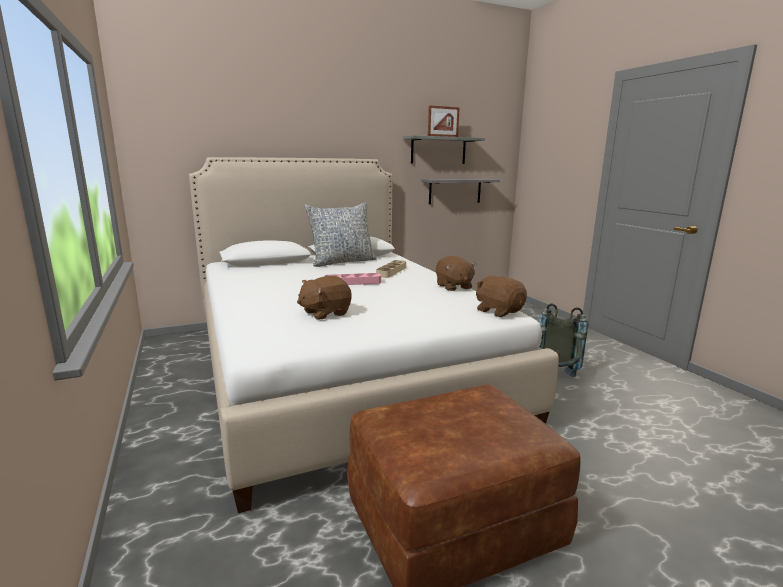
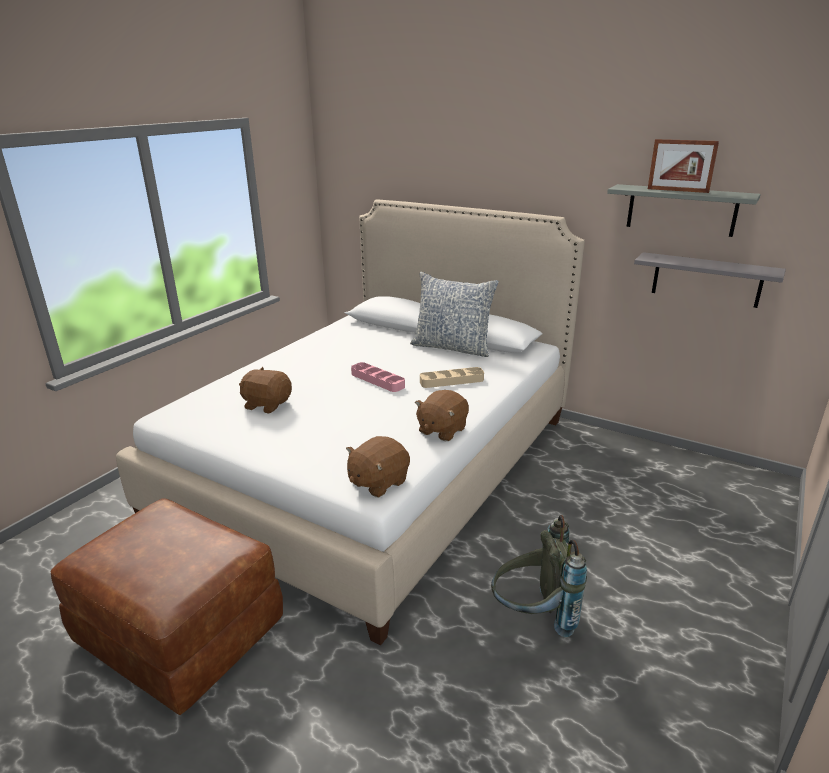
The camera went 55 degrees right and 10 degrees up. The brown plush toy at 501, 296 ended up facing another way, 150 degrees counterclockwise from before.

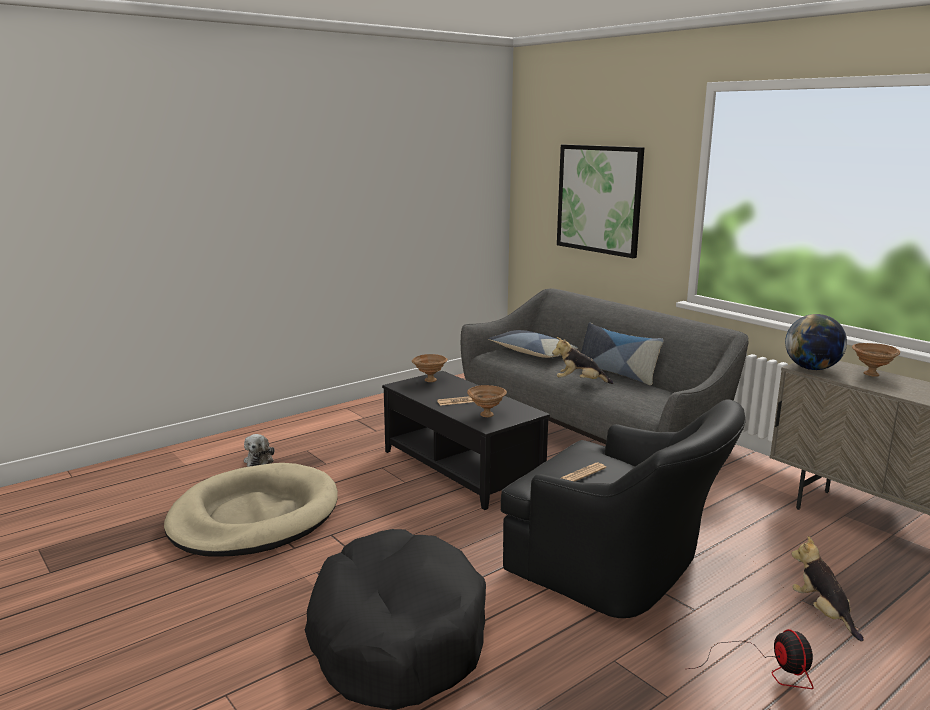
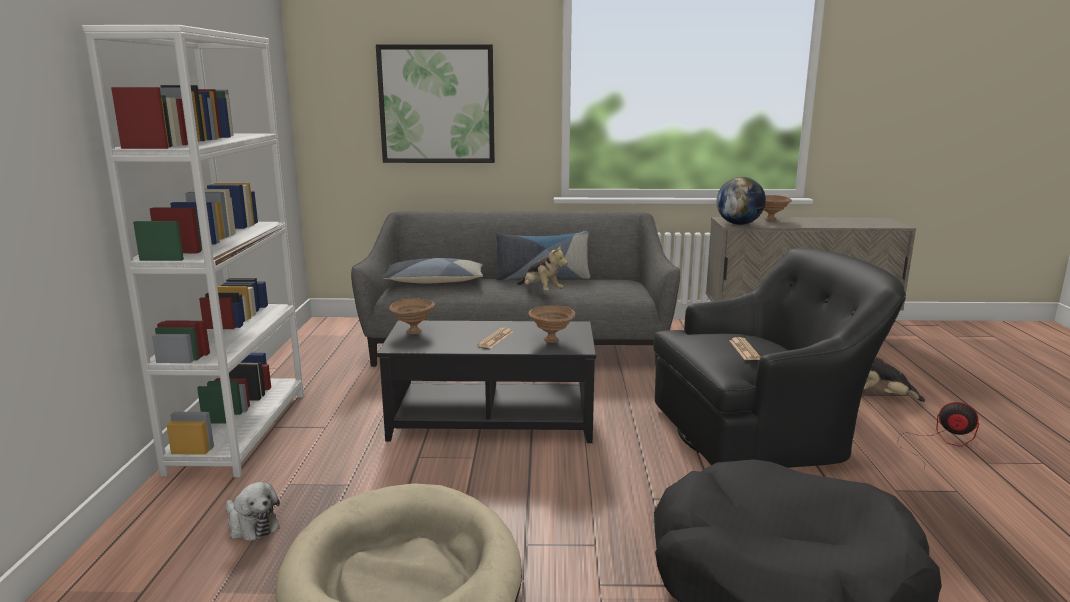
The camera went 50 degrees left and 0 degrees up. The plush toy at 582, 360 ended up facing another way, 90 degrees counterclockwise from before. The second view gained the white-coloured shelving unit at 193, 251.

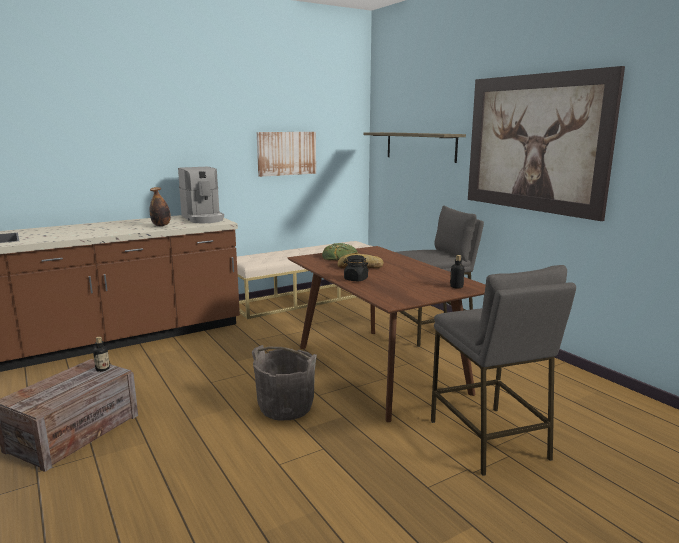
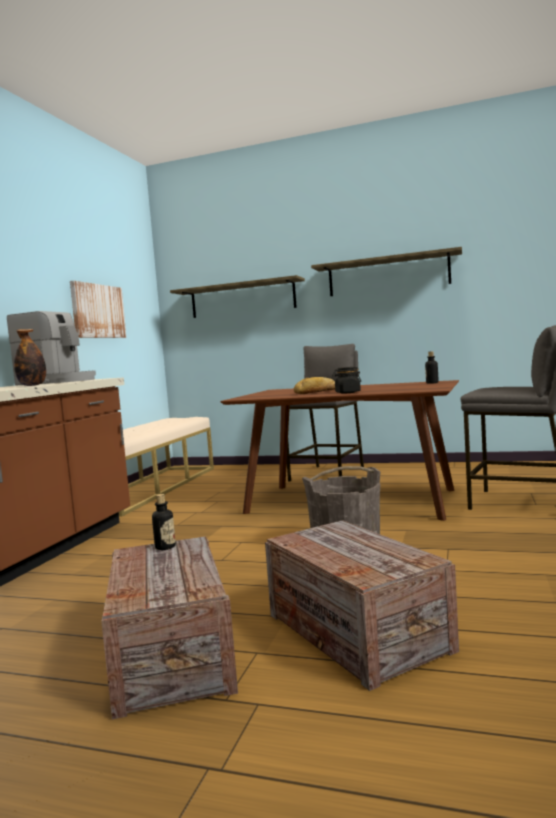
The camera went 40 degrees left and 10 degrees down. Where the wall picture hung at 546, 143, the shelf came to hang at 386, 271. The second view lost the bread at 340, 251. The second view gained the packing crate at 362, 605.

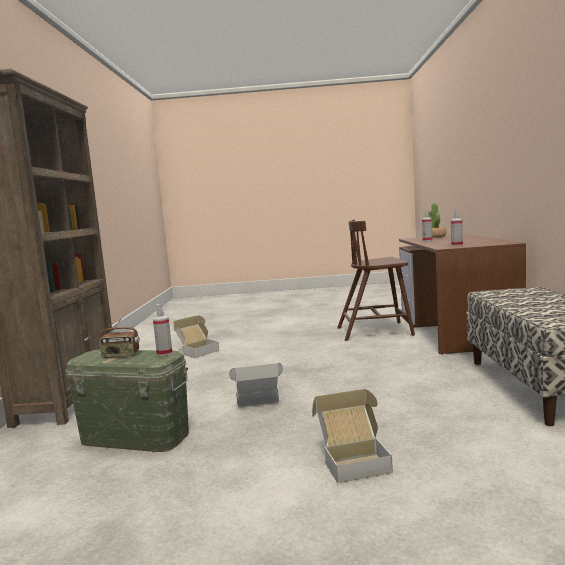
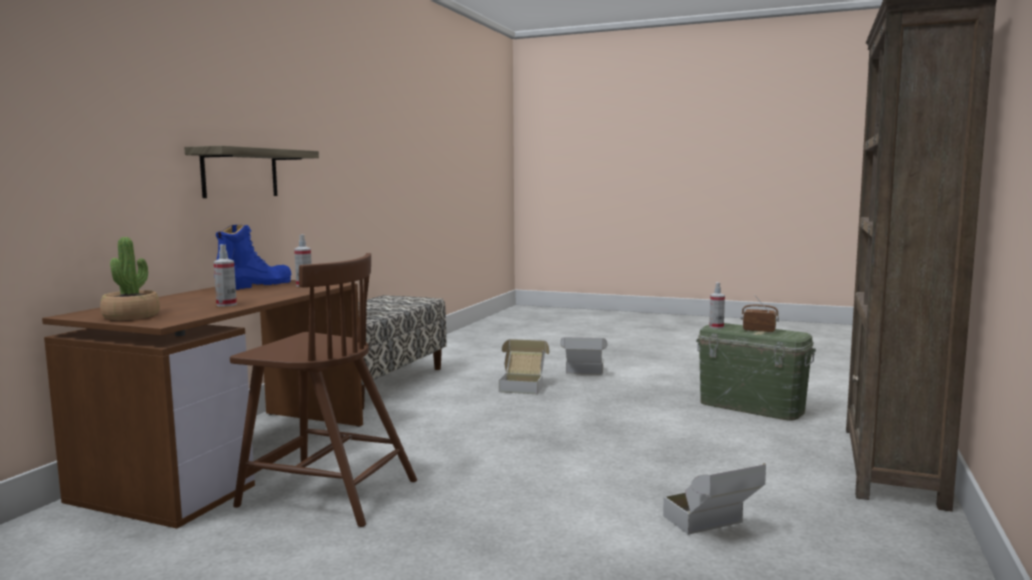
The camera went 160 degrees left and 0 degrees up. The packing box ended up elsewhere, having gone from 256, 385 to 524, 366. The second view gained the shelf at 251, 172. The second view gained the bluish high-top boot at 252, 257.

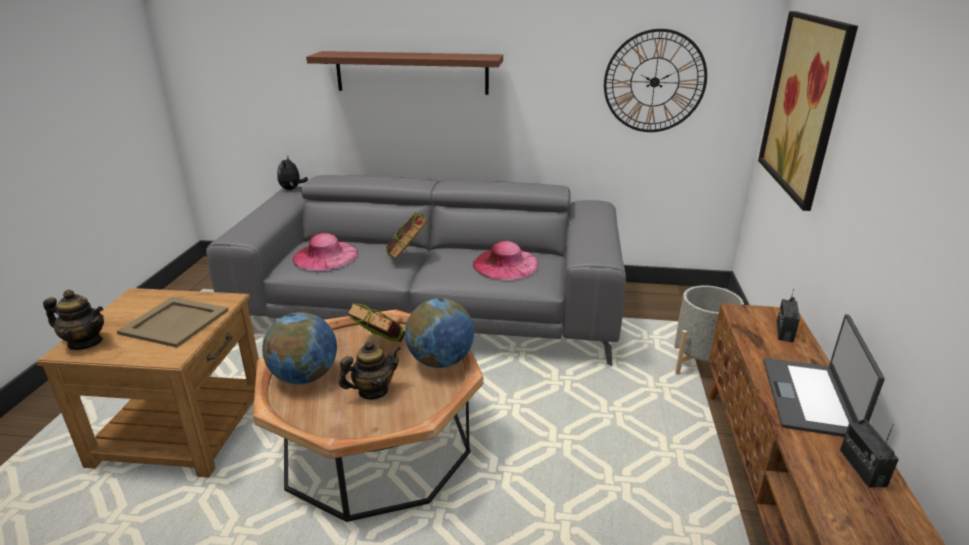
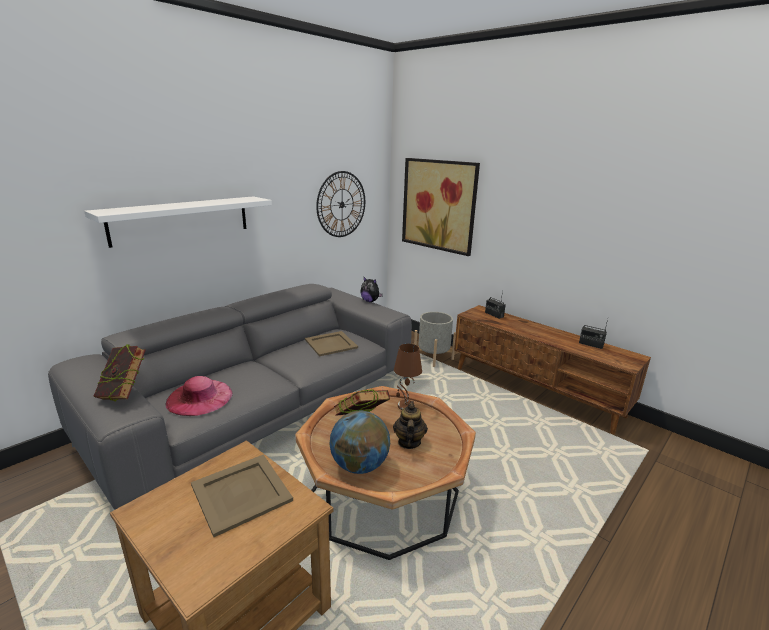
The camera went 55 degrees left and 5 degrees down. What was the brown shelf at 404, 73 turned into the white-coloured shelf at 178, 222. The plush toy ended up elsewhere, having gone from 292, 172 to 371, 289. The bound book ended up elsewhere, having gone from 406, 235 to 119, 372. Where the pink-coloured hat stood at 506, 260, the sand-coloured serving tray came to stand at 331, 343. The second view lost the teapot at 73, 320. Where the globe stood at 439, 333, the brown tabletop lamp came to stand at 408, 377. The second view lost the notebook computer at 824, 375.

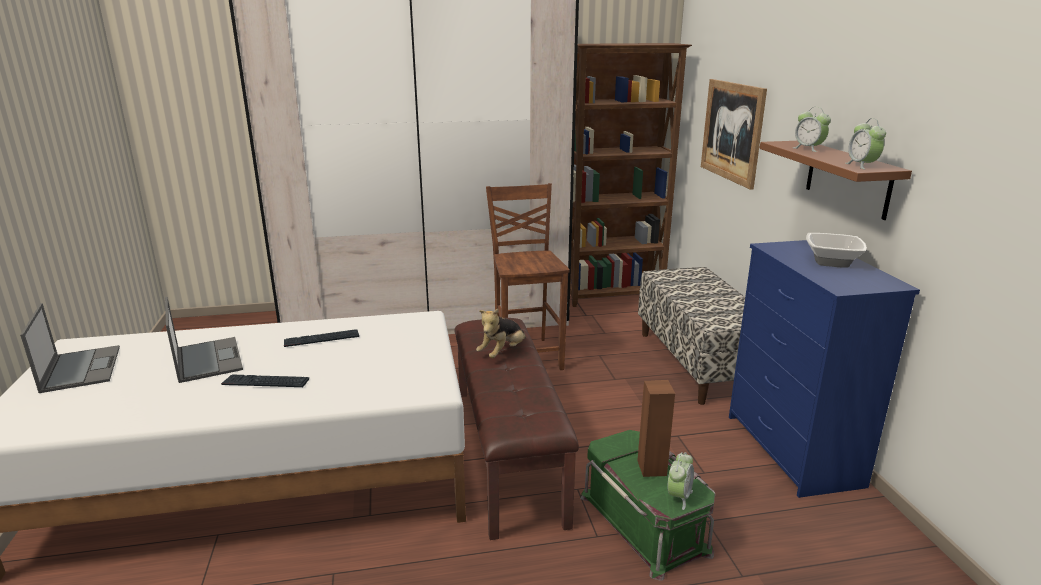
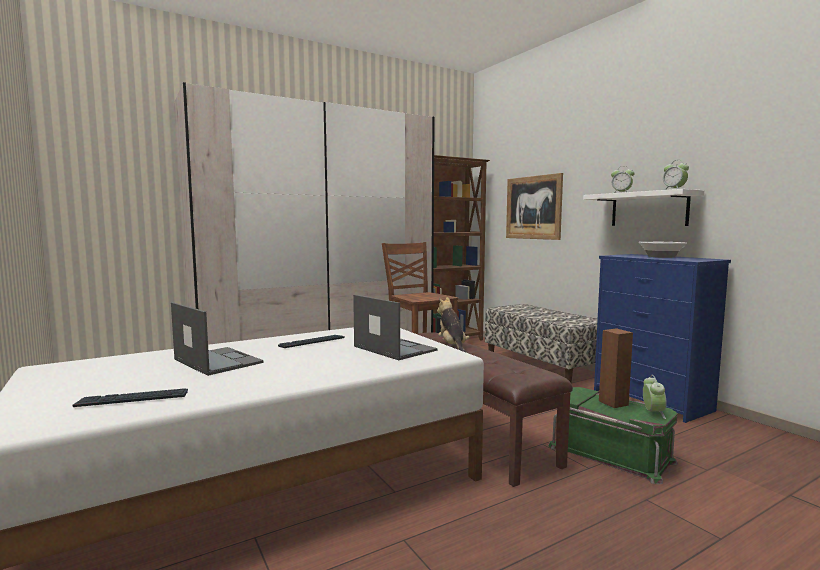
The camera went 20 degrees left and 15 degrees down. What was the brown shelf at 836, 180 turned into the white-coloured shelf at 643, 207. The notebook computer ended up elsewhere, having gone from 70, 348 to 395, 327. The plush toy at 501, 333 ended up facing another way, 150 degrees clockwise from before. The computer keyboard ended up elsewhere, having gone from 265, 380 to 130, 397.

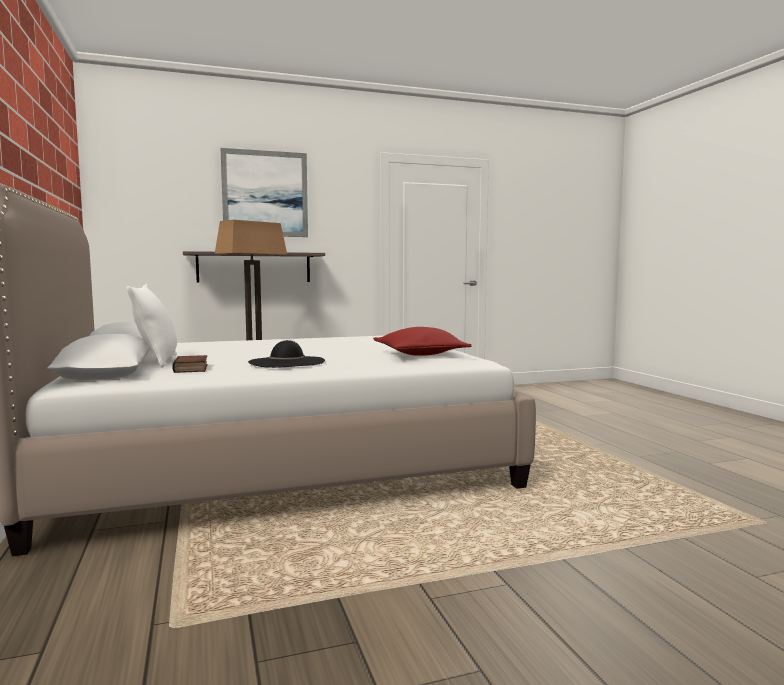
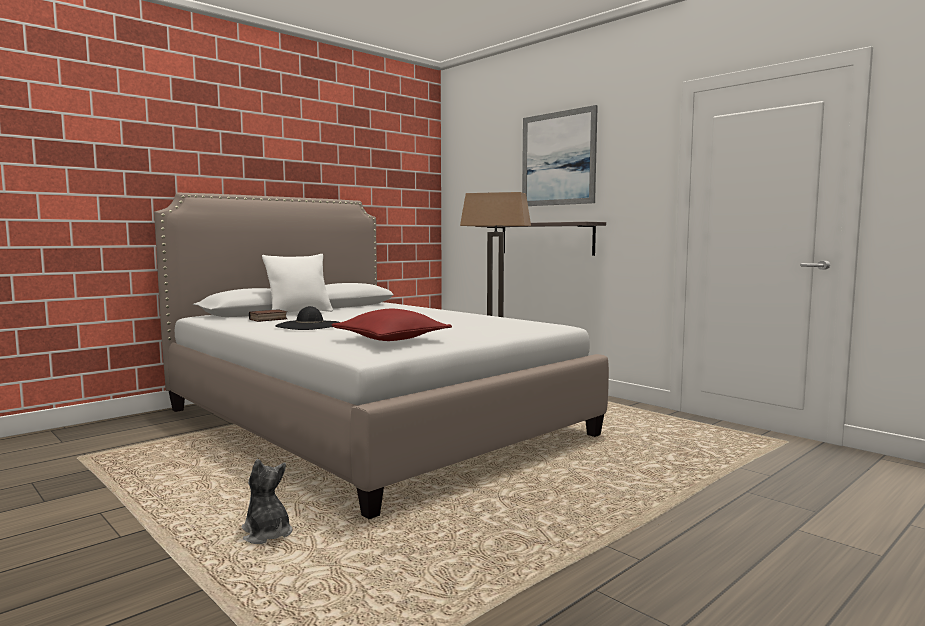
The camera went 65 degrees right and 0 degrees up. The second view gained the plush toy at 267, 501.

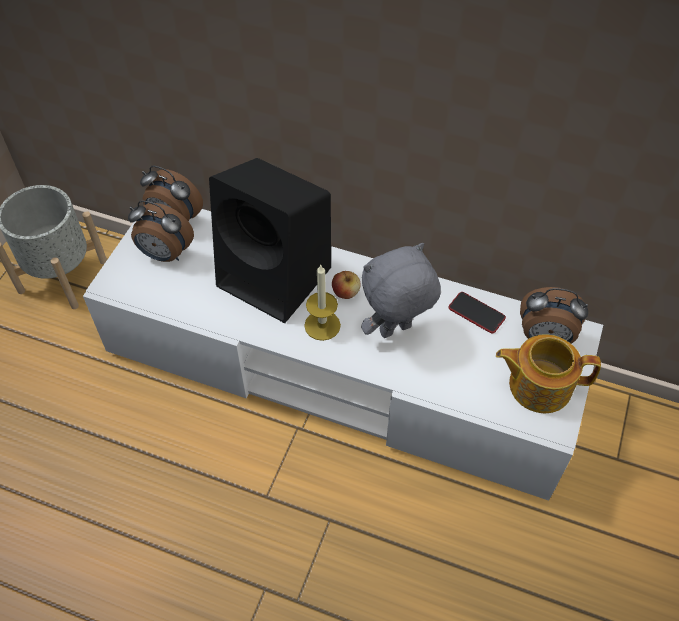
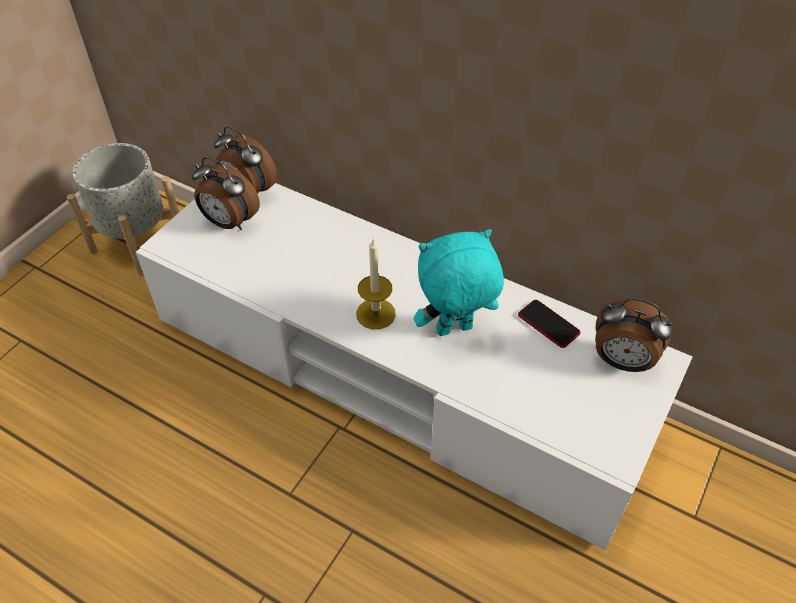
The camera went 10 degrees right and 5 degrees down. The second view lost the black-coloured audio speaker at 270, 240. What was the gray plush toy at 401, 290 turned into the blue-green plush toy at 459, 282. The second view lost the apple at 346, 285. The second view lost the teapot at 548, 373.

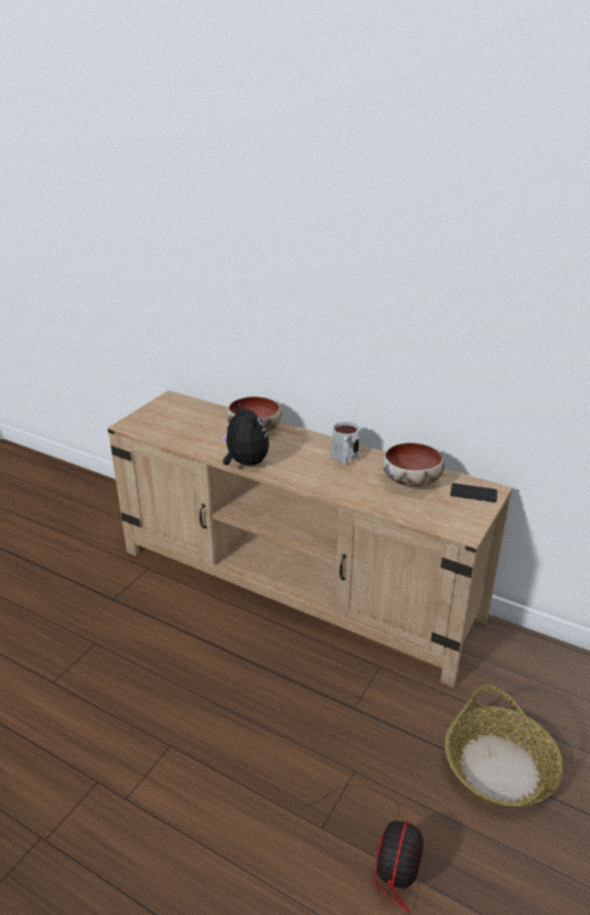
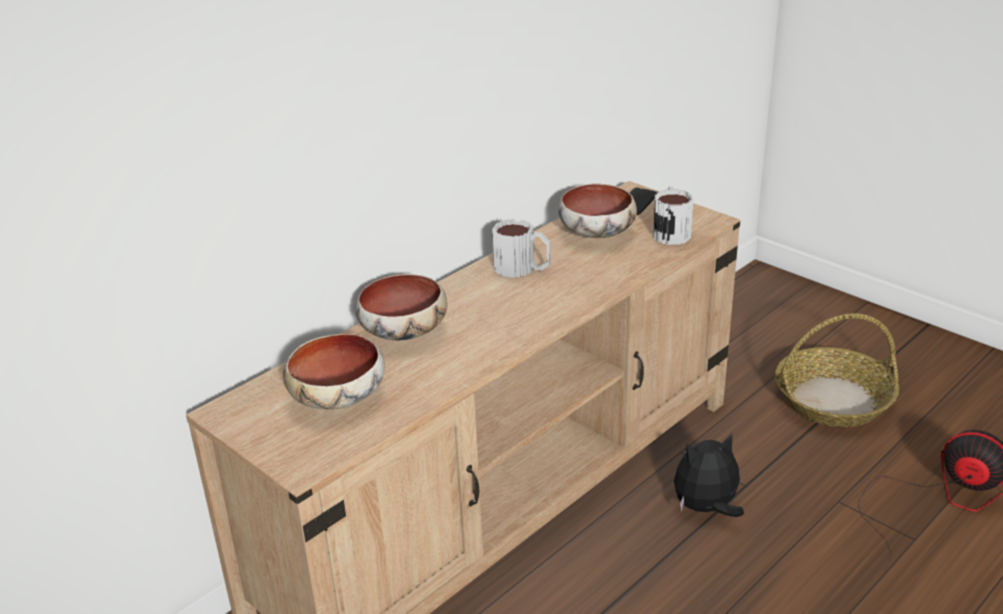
The camera went 75 degrees left and 0 degrees up. The plush toy ended up elsewhere, having gone from 245, 433 to 709, 475. The second view gained the tea mug at 673, 215. The second view gained the serving bowl at 334, 371.

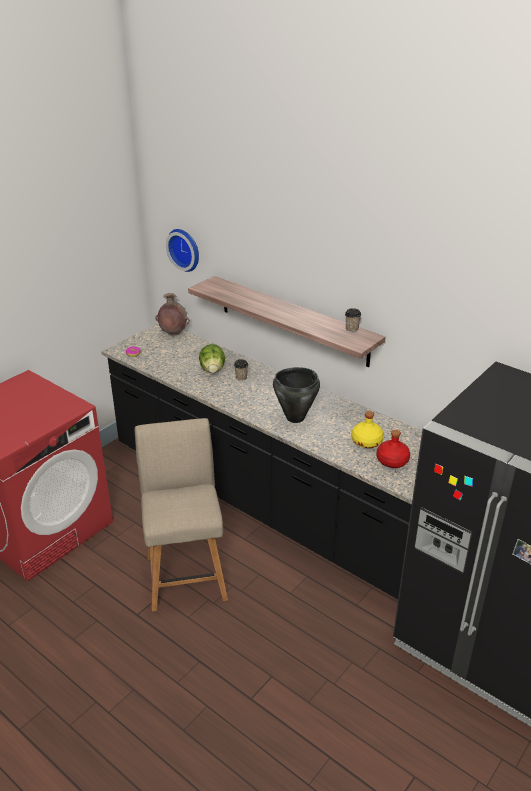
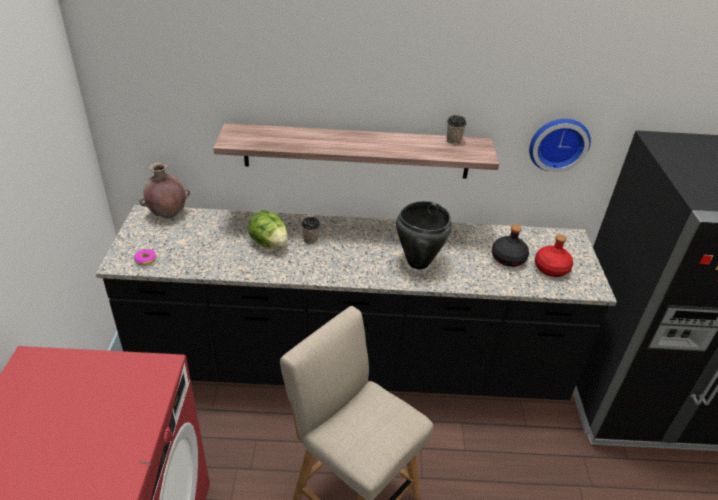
The camera went 40 degrees left and 5 degrees up. The clock on the wall ended up elsewhere, having gone from 182, 250 to 560, 145. What was the yellowish drink bottle at 367, 429 turned into the black-coloured drink bottle at 510, 246.

